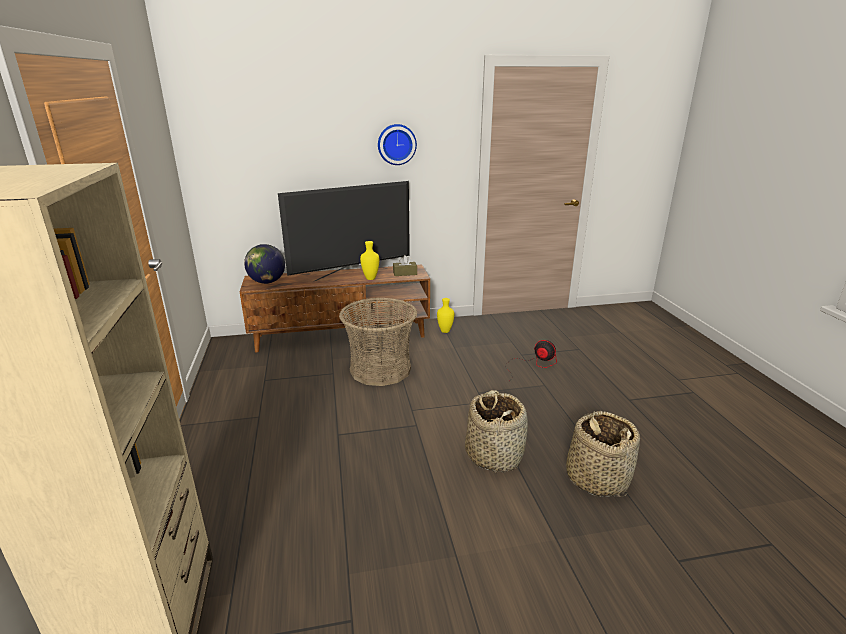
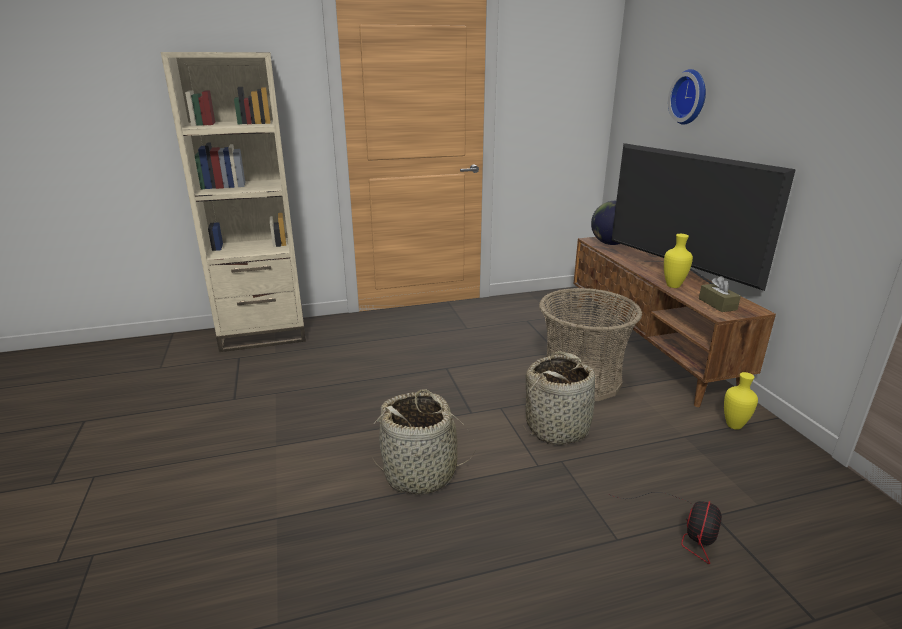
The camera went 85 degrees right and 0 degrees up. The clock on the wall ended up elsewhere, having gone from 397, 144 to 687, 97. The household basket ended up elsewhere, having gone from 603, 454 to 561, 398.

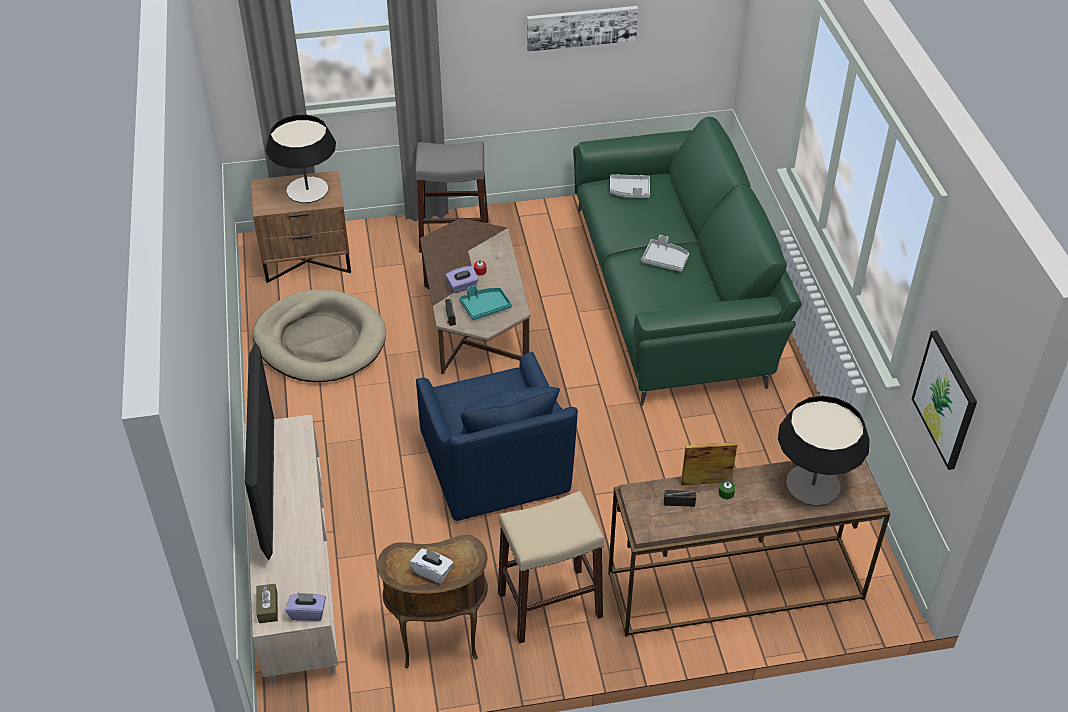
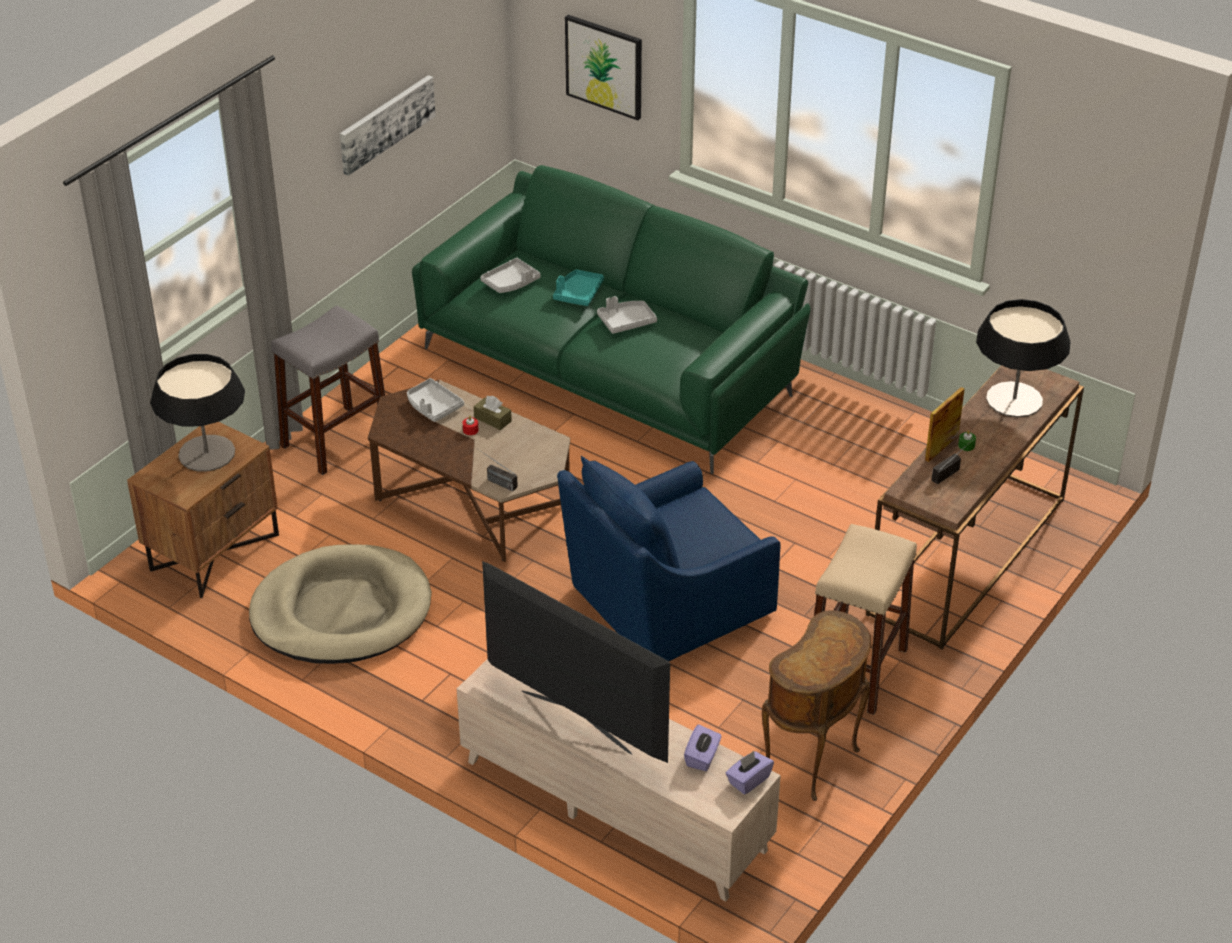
The camera went 45 degrees left and 5 degrees down. The purple tissue holder ended up elsewhere, having gone from 462, 279 to 703, 747. The blue-green serving tray ended up elsewhere, having gone from 485, 302 to 578, 287. The wall picture ended up elsewhere, having gone from 944, 400 to 603, 67. The bluish easy chair at 497, 436 ended up facing another way, 120 degrees clockwise from before. The second view lost the white-coloured tissue holder at 431, 566. The brown tissue holder ended up elsewhere, having gone from 267, 603 to 493, 413. The second view gained the gray serving tray at 435, 400.

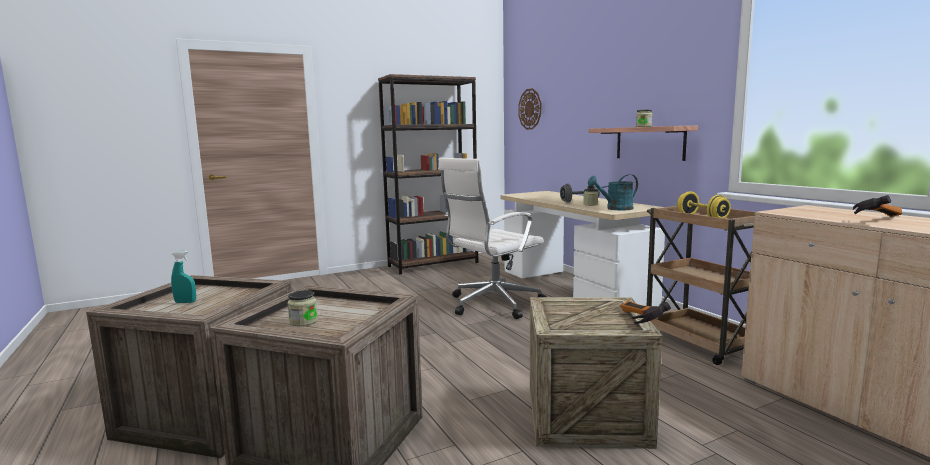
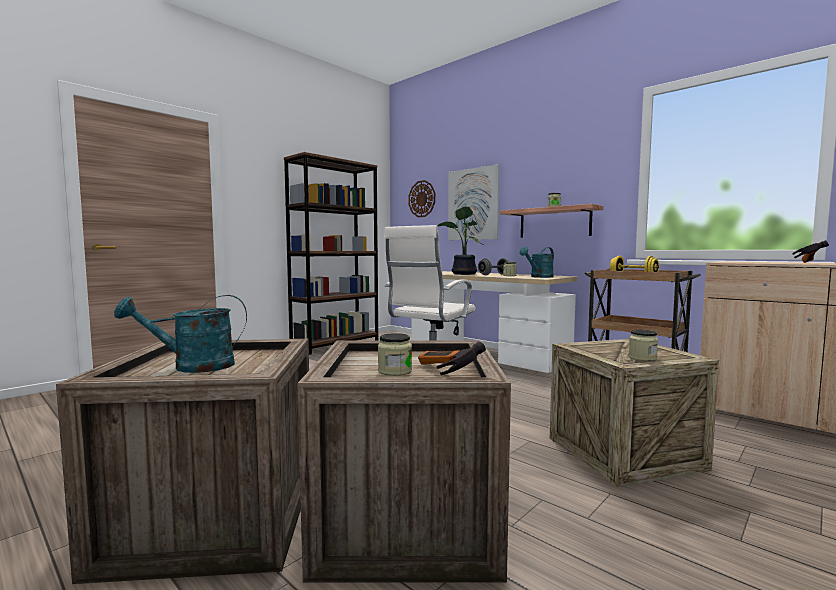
The camera went 20 degrees left and 5 degrees down. Where the blue-green hand sprayer stood at 183, 277, the blue-green watering pot came to stand at 180, 334. The tool hammer ended up elsewhere, having gone from 646, 312 to 452, 358. The second view gained the wall picture at 473, 202. The second view gained the houseplant at 460, 240. The second view gained the jar at 643, 345.

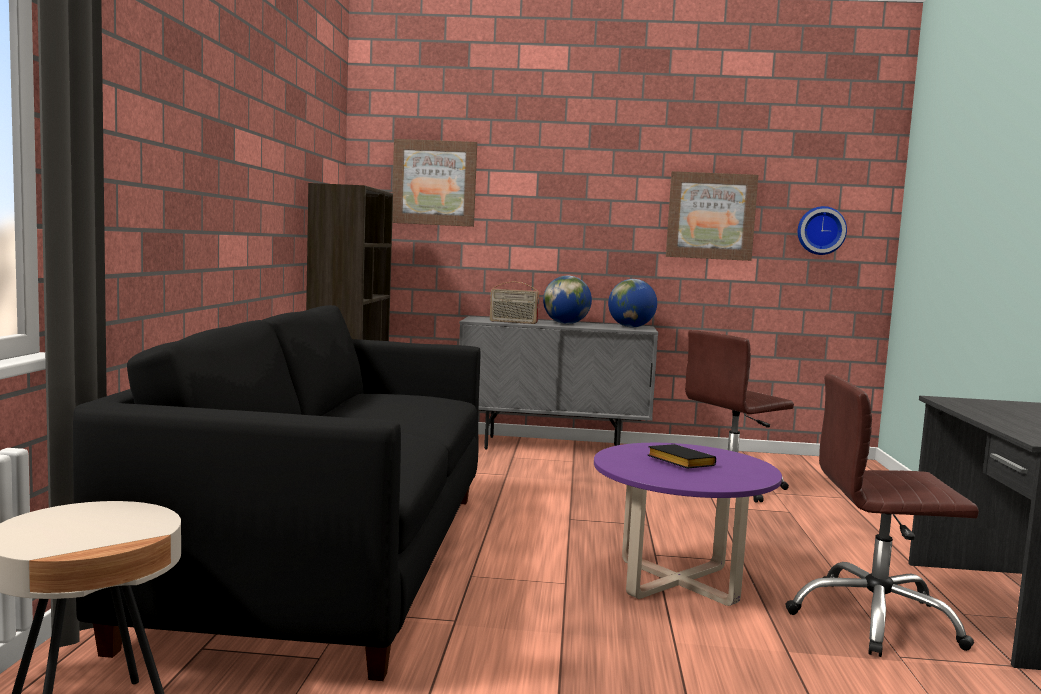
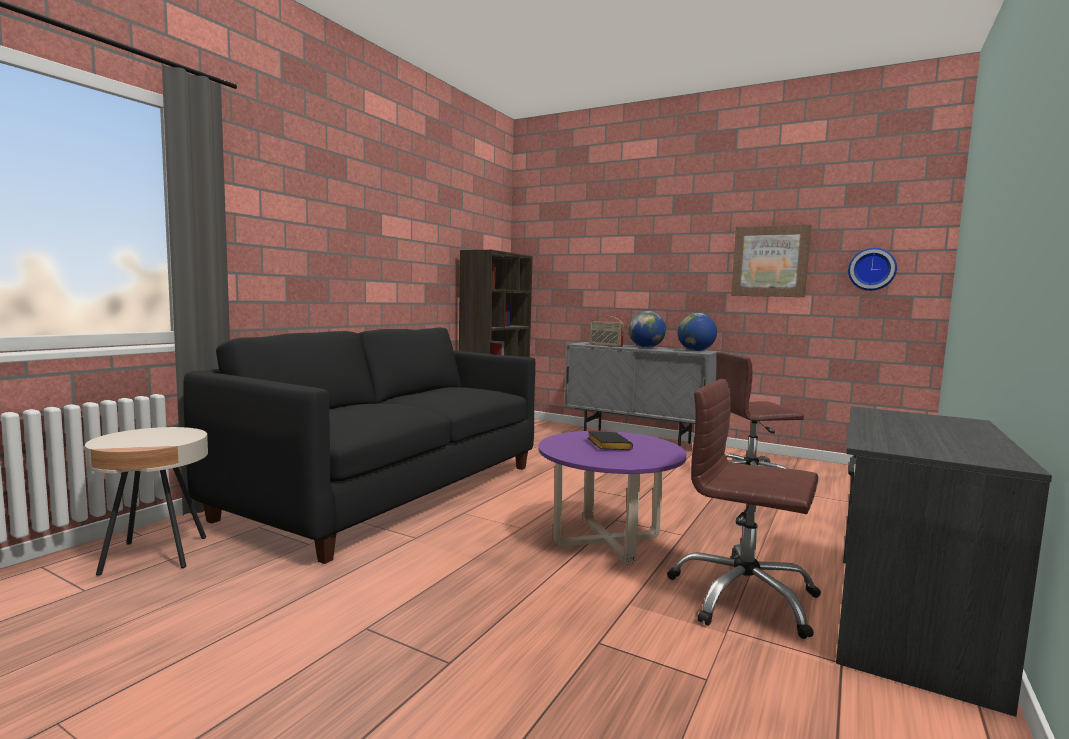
The camera went 25 degrees right and 0 degrees up. The second view lost the wall picture at 434, 183.

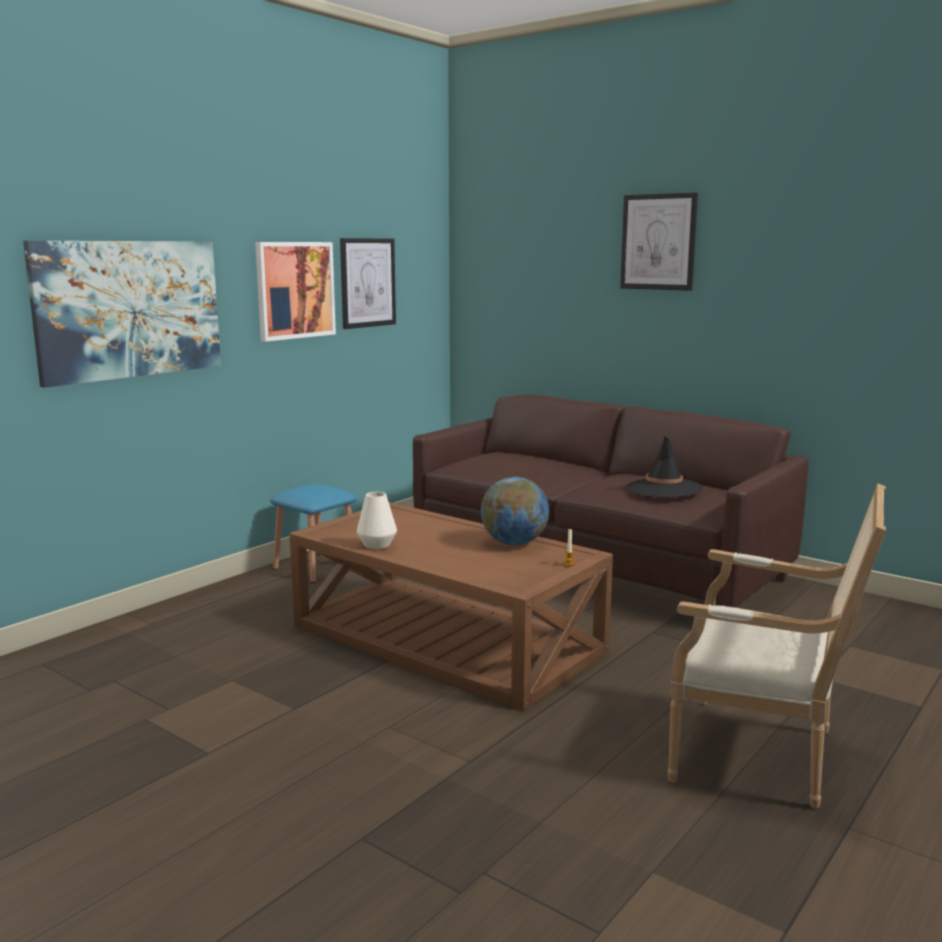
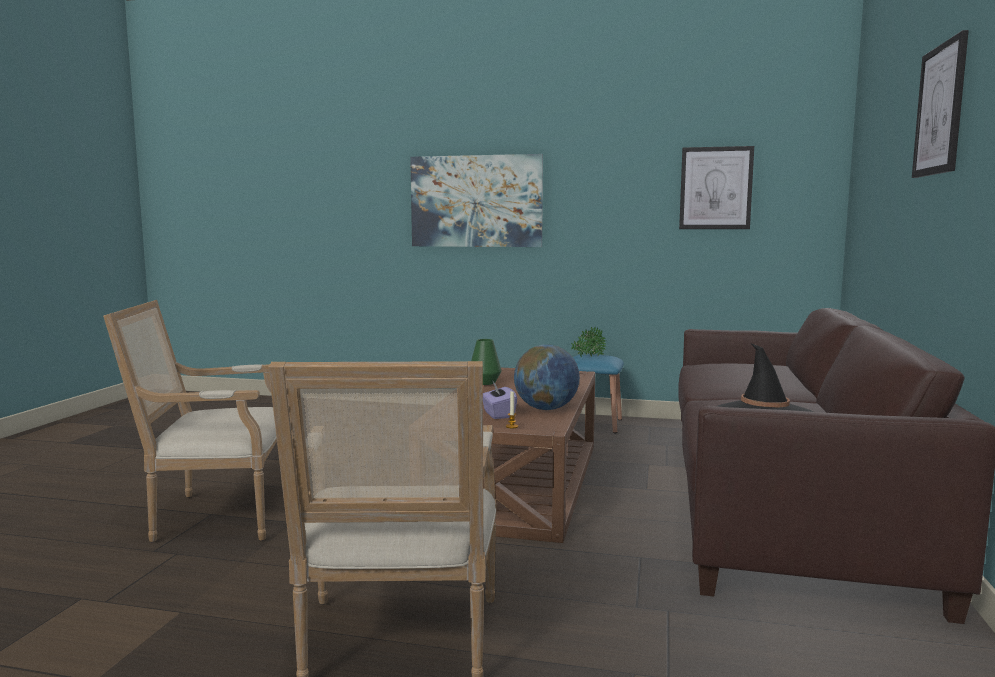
The camera went 65 degrees right and 5 degrees down. The second view lost the wall picture at 295, 292. What was the white-coloured decorative vase at 377, 520 turned into the green decorative vase at 486, 362. The second view gained the easy chair at 192, 421. The second view gained the houseplant at 588, 342. The second view gained the purple tissue holder at 500, 399.

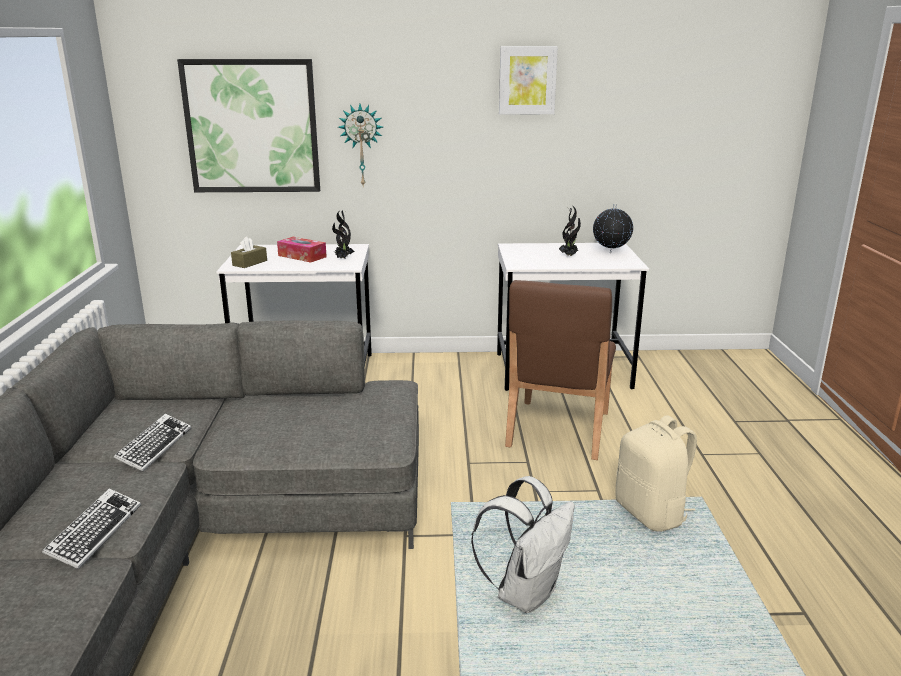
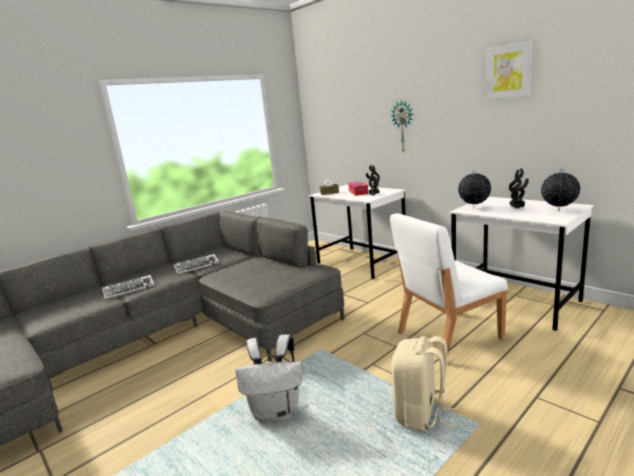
The camera went 50 degrees right and 5 degrees down. The second view lost the wall picture at 248, 125. What was the brown chair at 560, 370 turned into the white-coloured chair at 449, 285. The second view gained the globe at 474, 189.

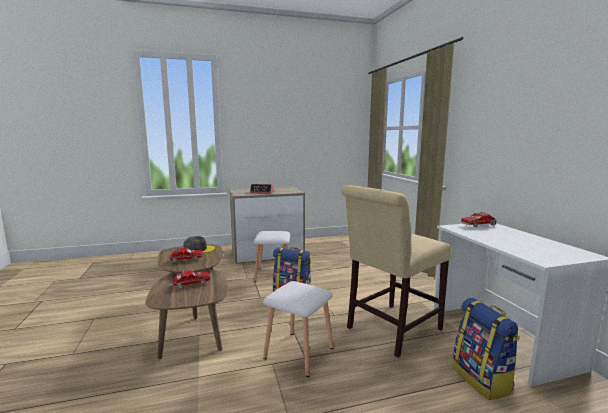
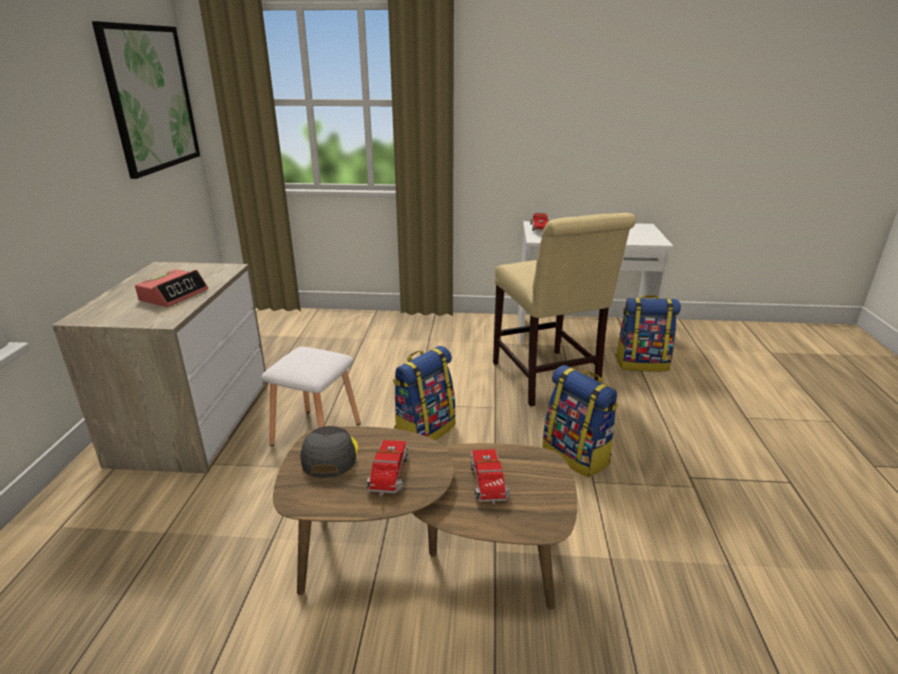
The camera went 70 degrees left and 15 degrees up. Where the white-coloured stool stood at 298, 329, the knapsack came to stand at 580, 421. The second view gained the wall picture at 146, 100.

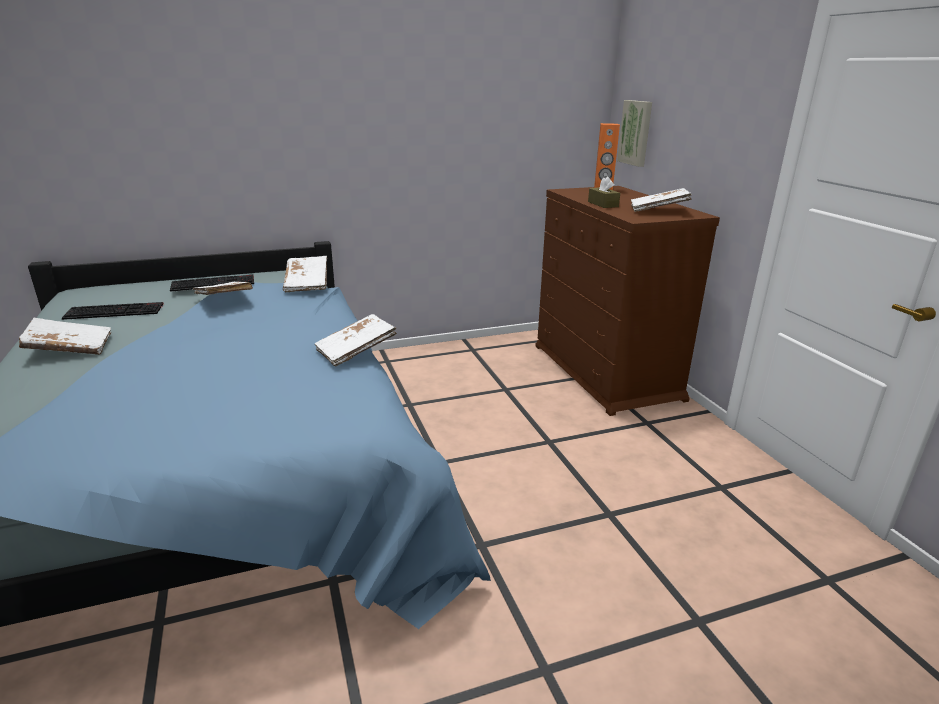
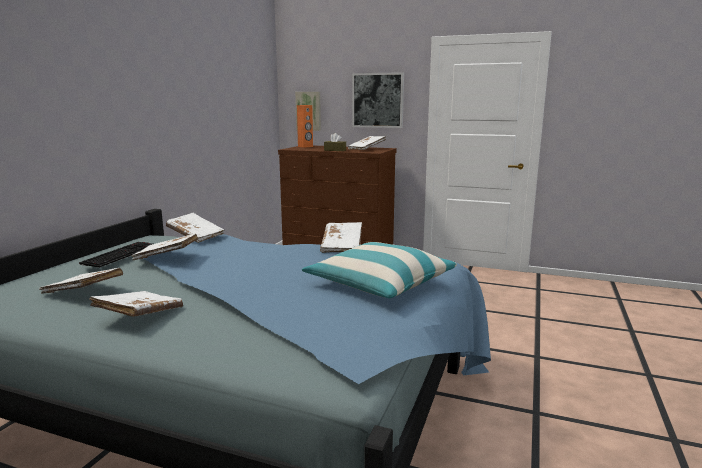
The camera went 50 degrees left and 10 degrees down. Where the computer keyboard stood at 113, 311, the white-coloured bound book came to stand at 81, 281. The second view gained the wall picture at 378, 100. The second view gained the throw pillow at 379, 270.

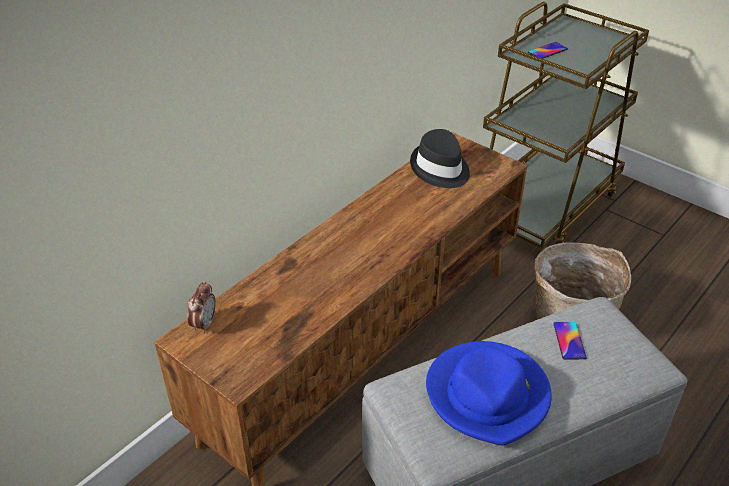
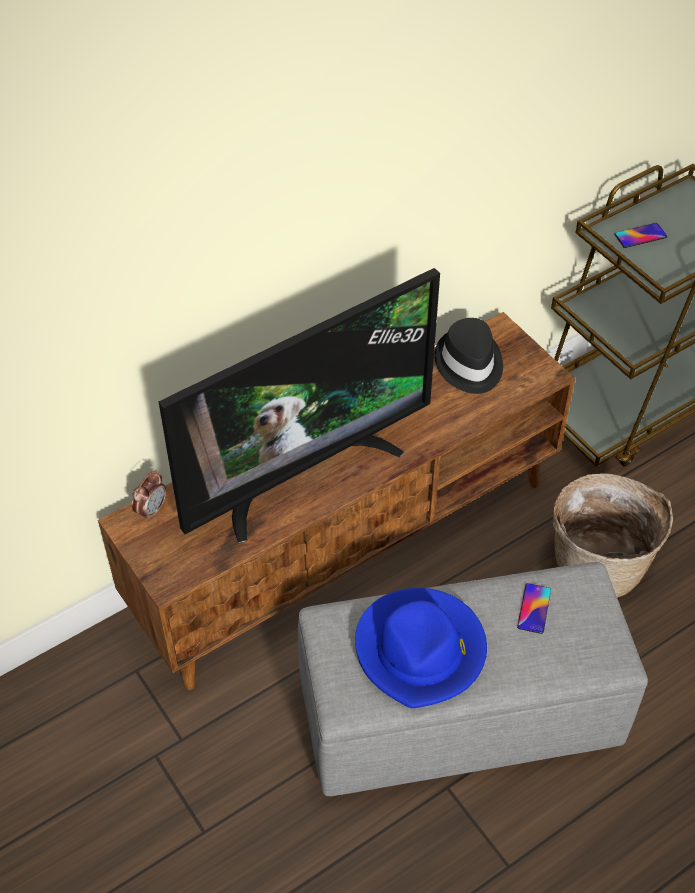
The camera went 15 degrees right and 10 degrees up. The second view gained the television at 299, 405.

